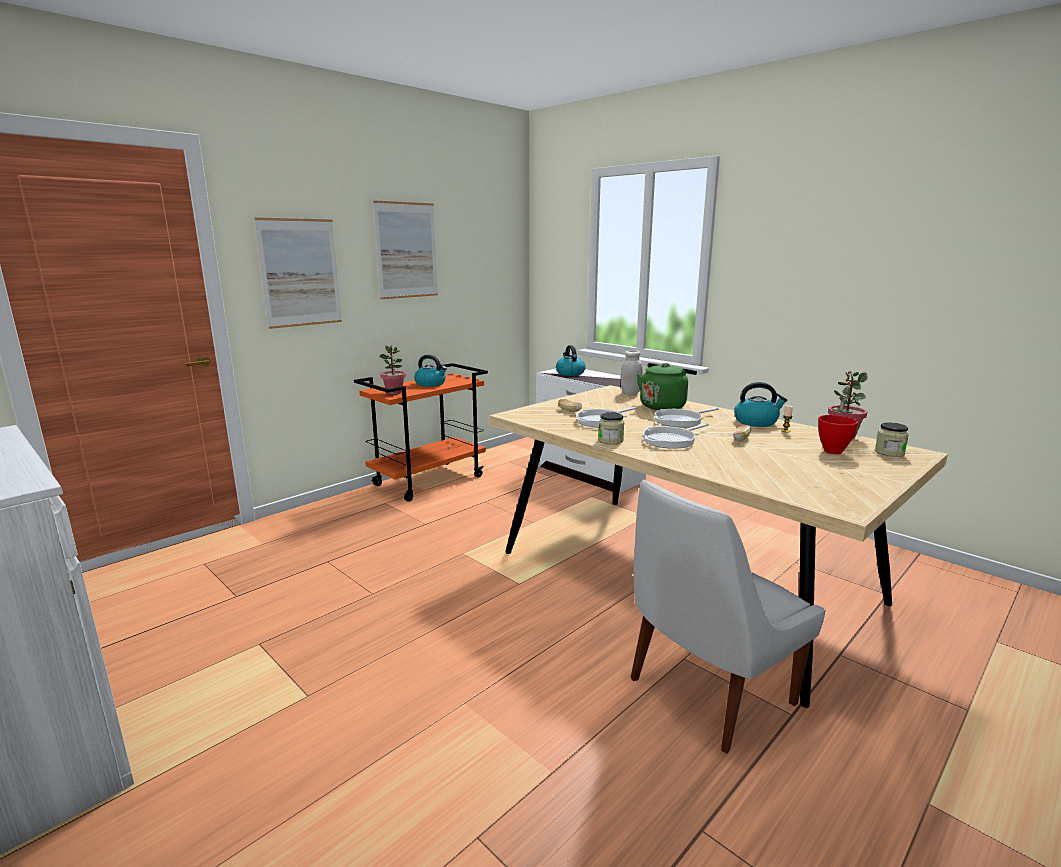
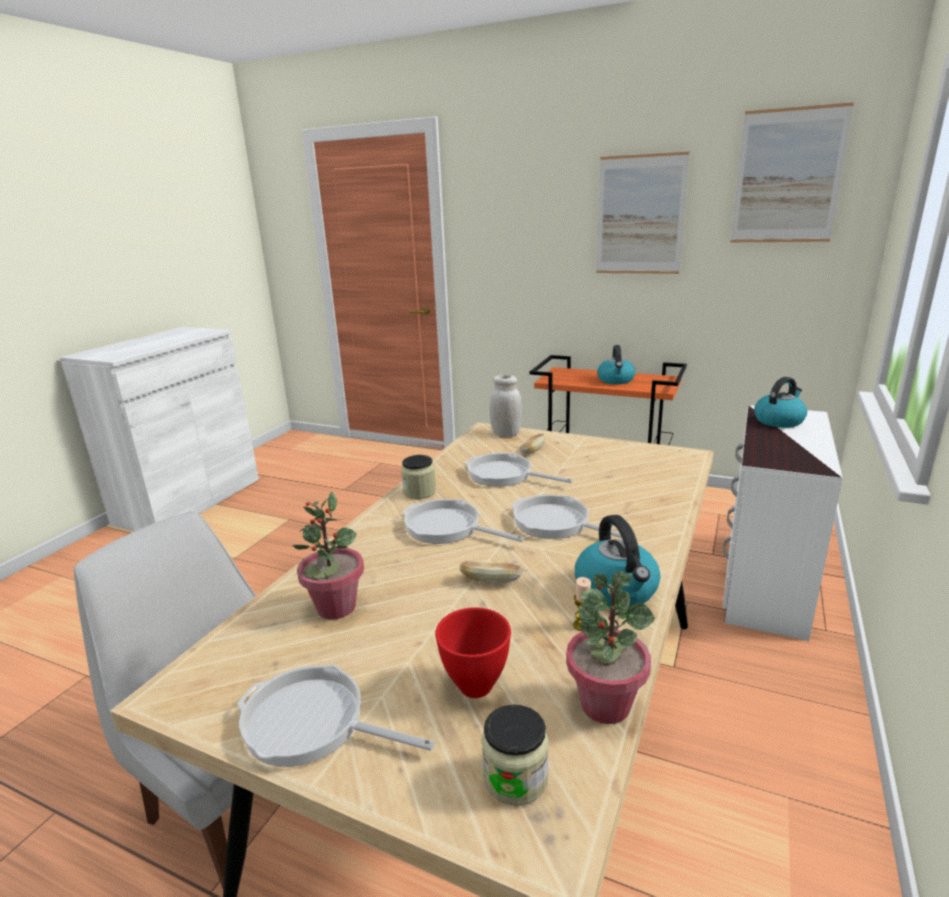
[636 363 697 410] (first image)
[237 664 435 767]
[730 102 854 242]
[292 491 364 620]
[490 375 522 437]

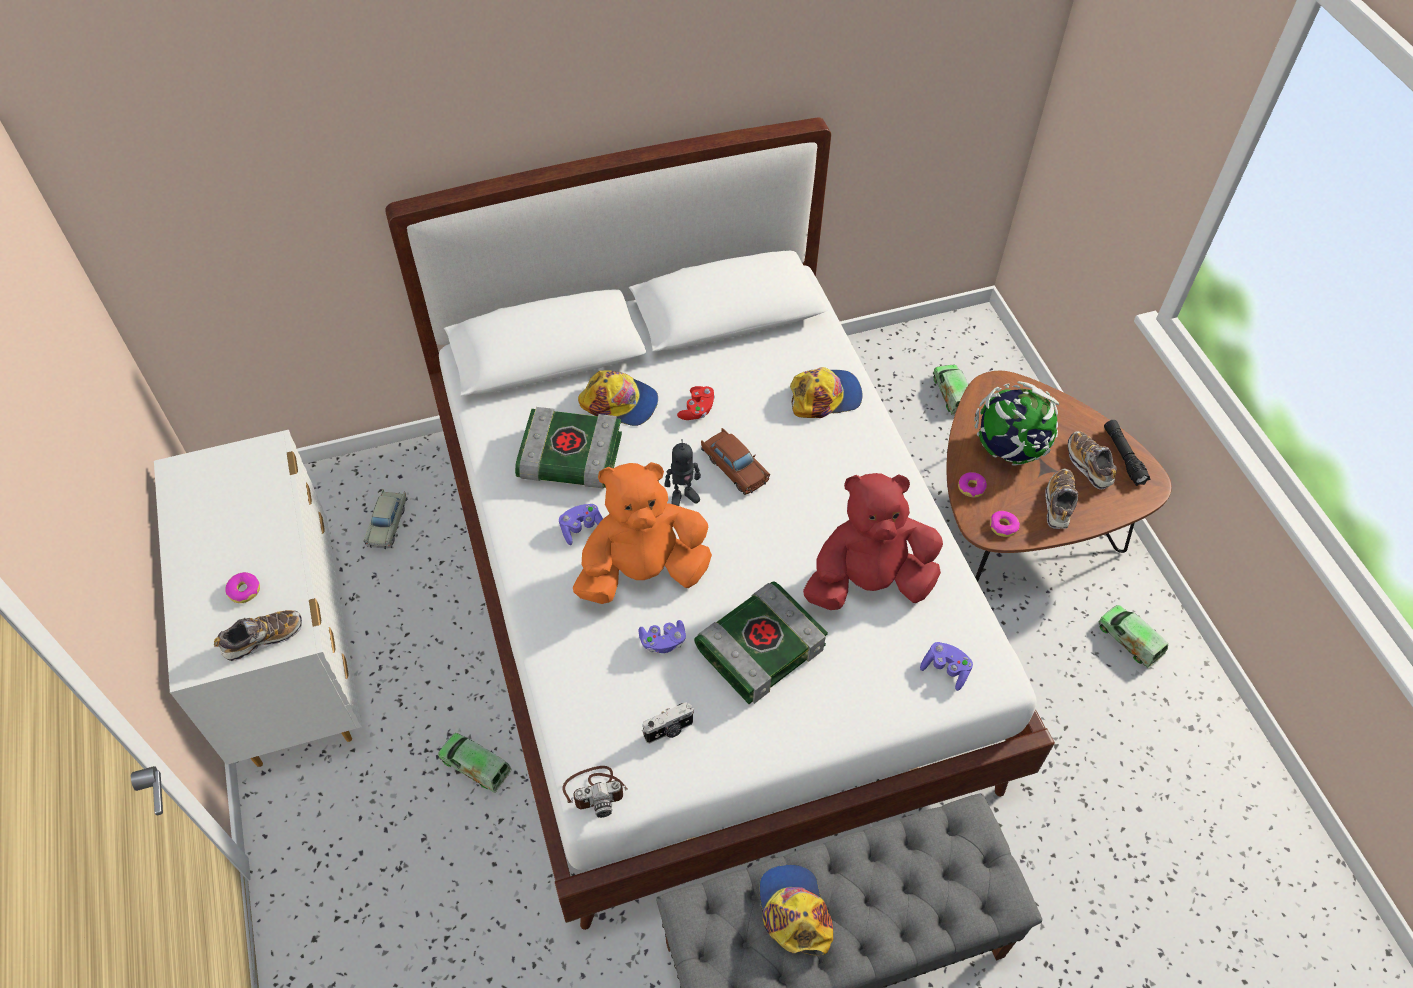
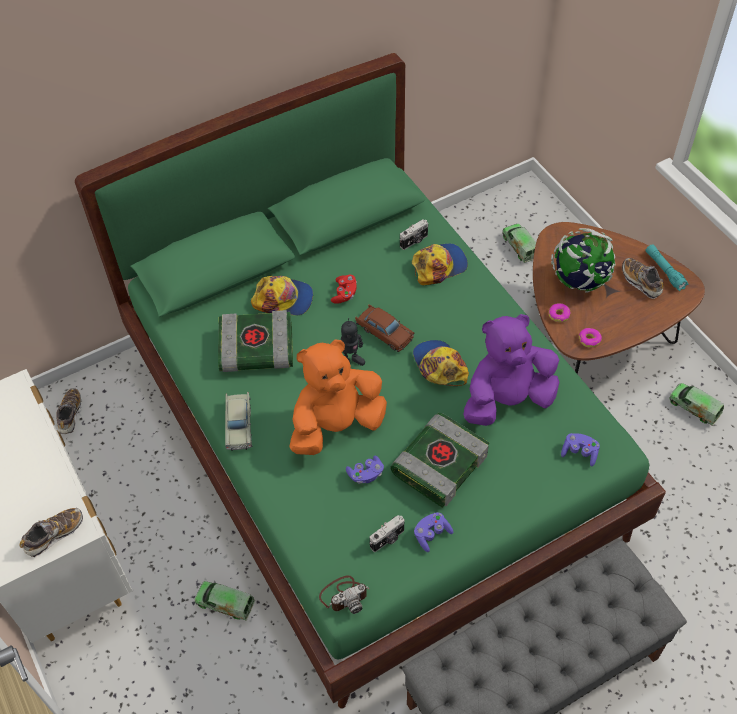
[225 572 260 603] (first image)
[400 219 428 250]
[225 392 252 451]
[414 512 453 552]
[413 340 469 386]
[56 388 81 434]
[75 53 666 708]
[464 314 560 426]
[645 244 688 291]

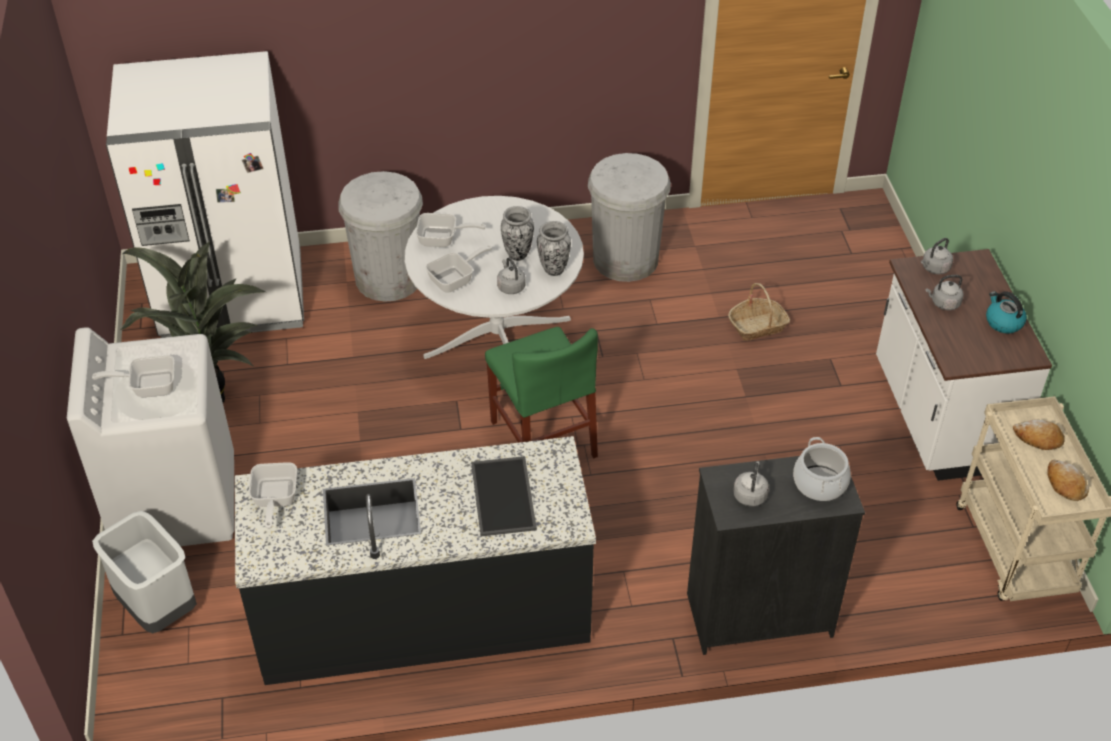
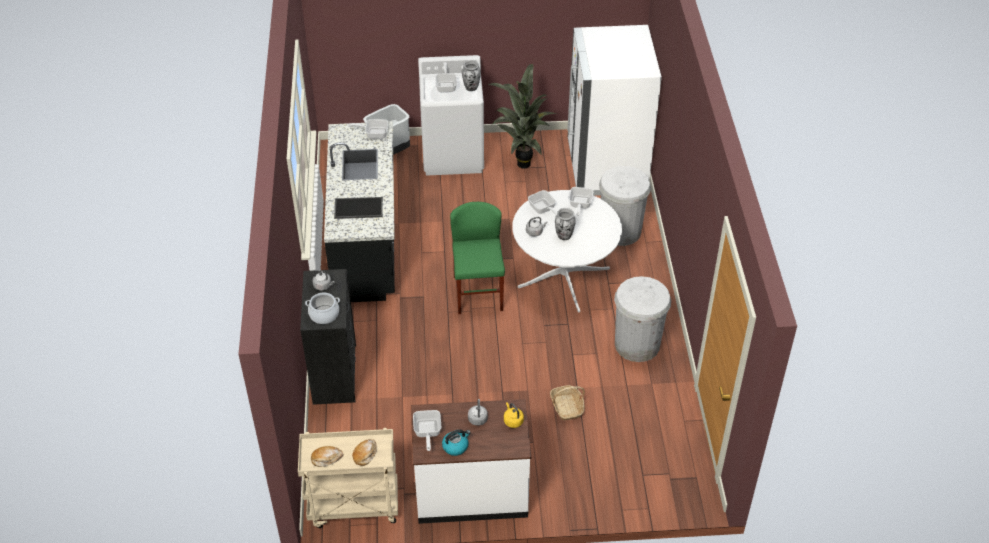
[413 410 441 451]
[462 60 481 91]
[504 402 524 428]
[450 202 505 314]

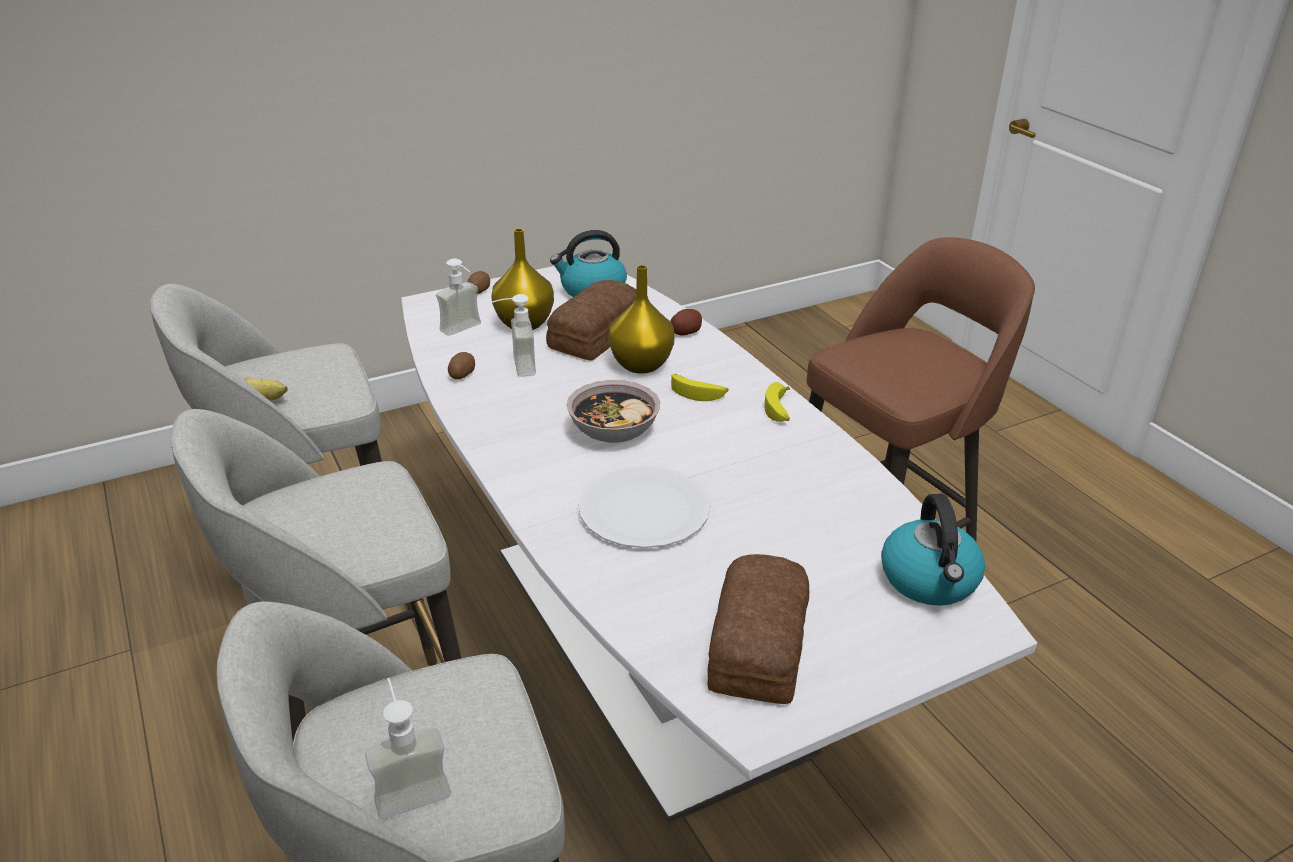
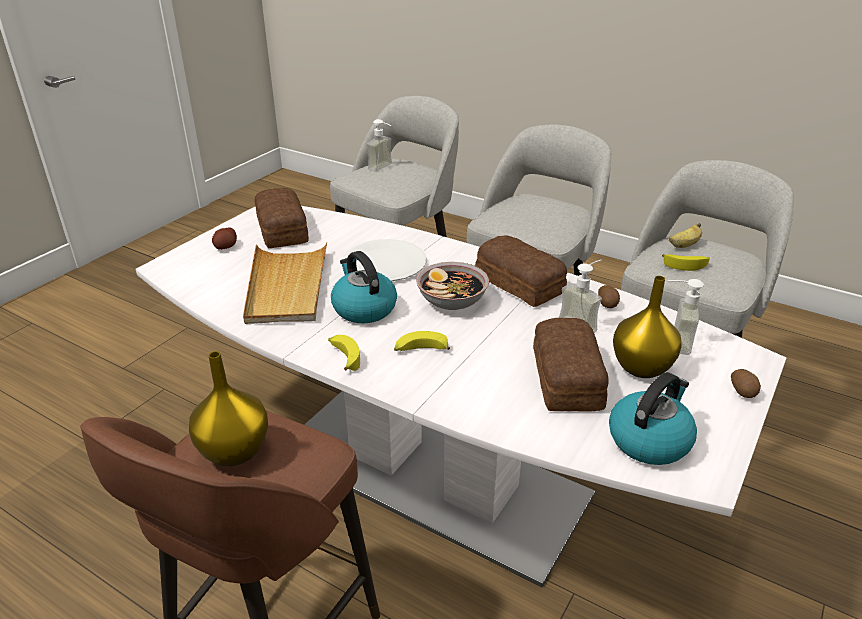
[243 242 327 324]
[475 235 567 307]
[662 254 710 271]
[189 351 268 466]
[212 227 237 250]
[331 251 397 323]

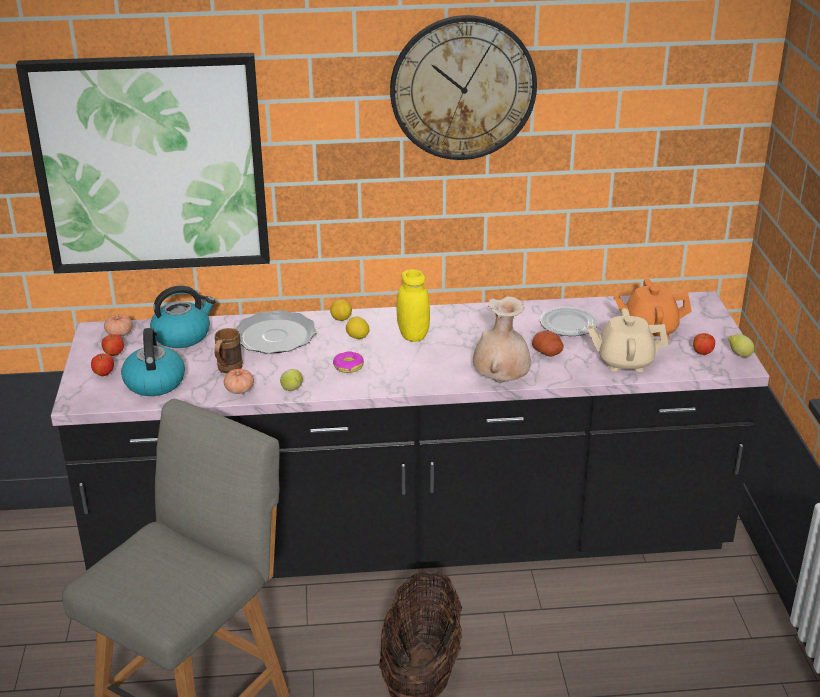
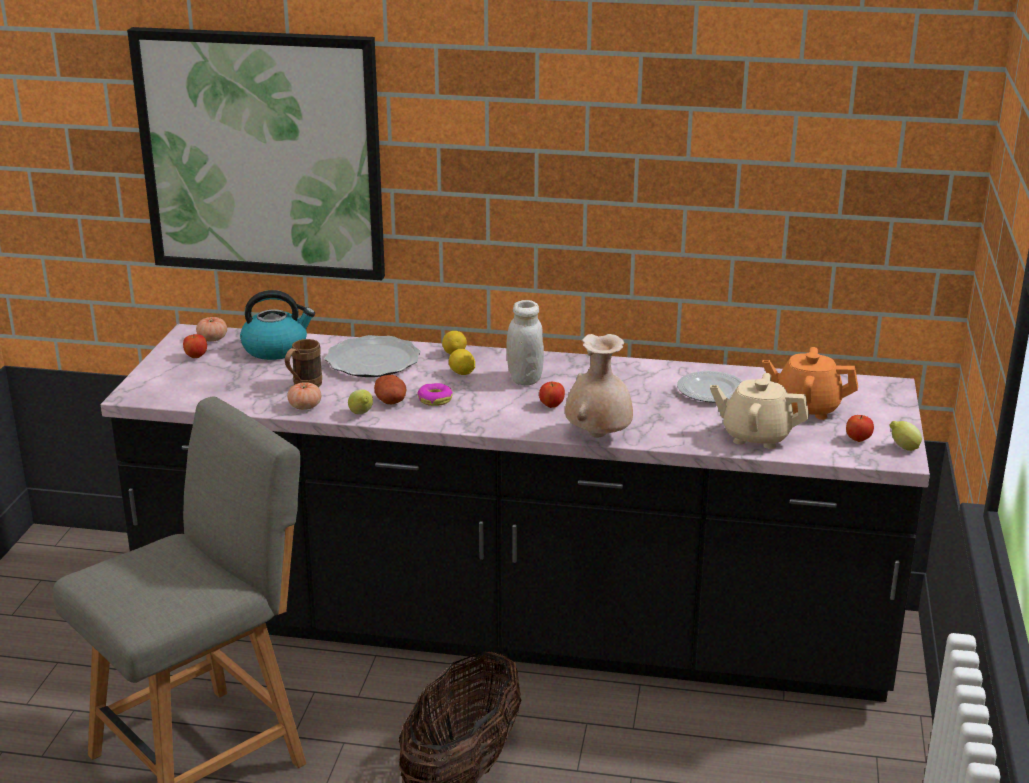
[121 328 185 396] (first image)
[390 15 537 160] (first image)
[539 382 565 408]
[374 375 406 404]
[506 300 544 385]

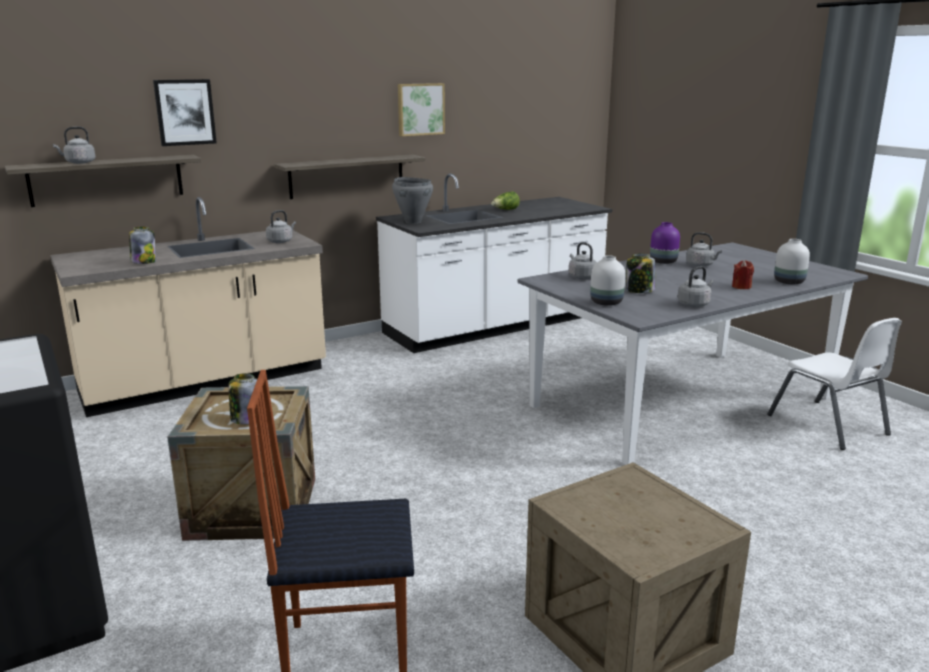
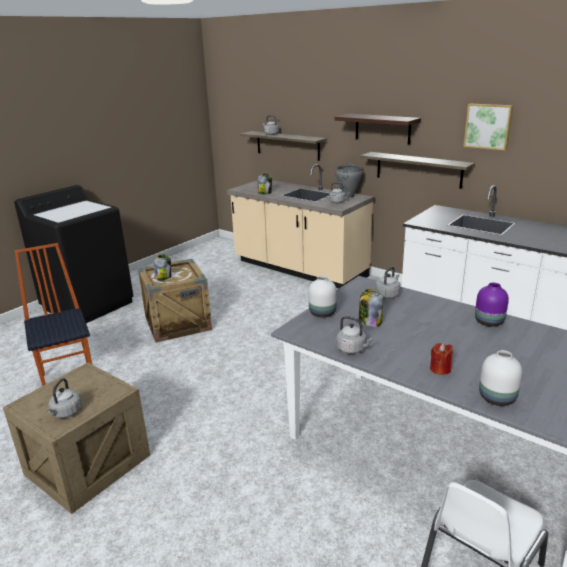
[153 79 217 146] (first image)
[491 191 520 210] (first image)
[334 114 421 144]
[336 164 363 198]
[47 378 82 418]

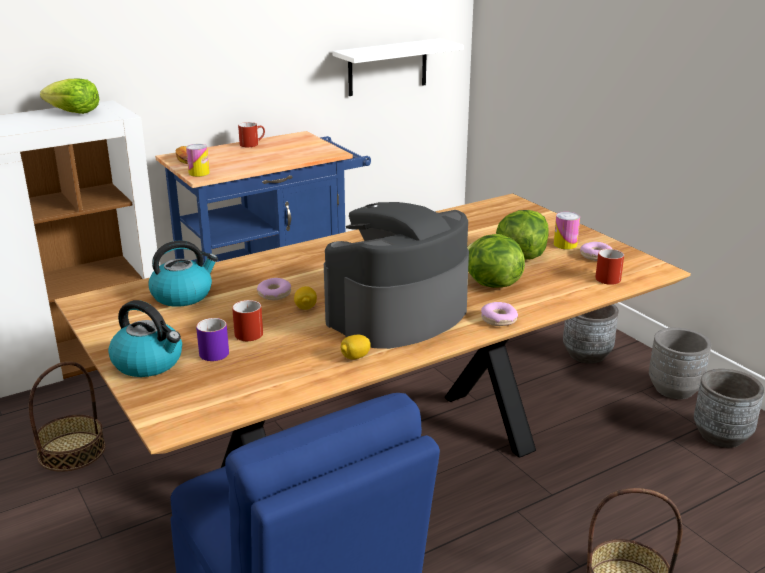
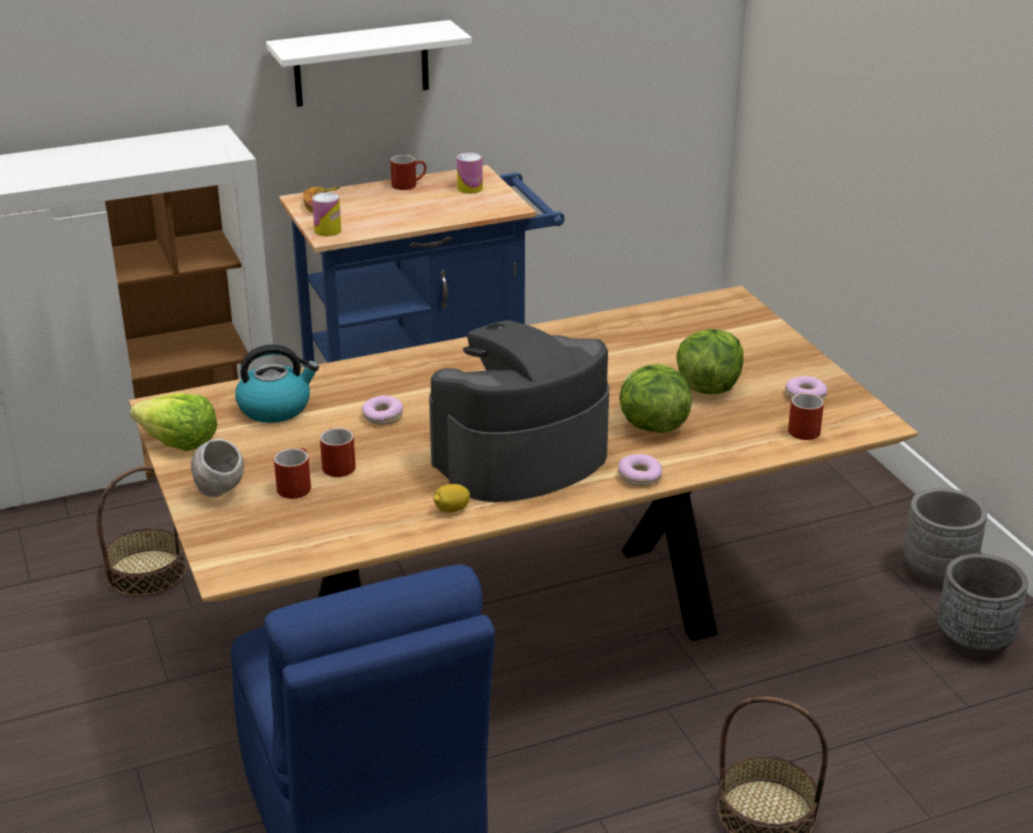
[294 286 317 310] (first image)
[563 304 619 364] (first image)
[130 393 217 451]
[266 20 472 107]
[457 152 483 194]
[191 438 244 497]
[274 448 311 499]

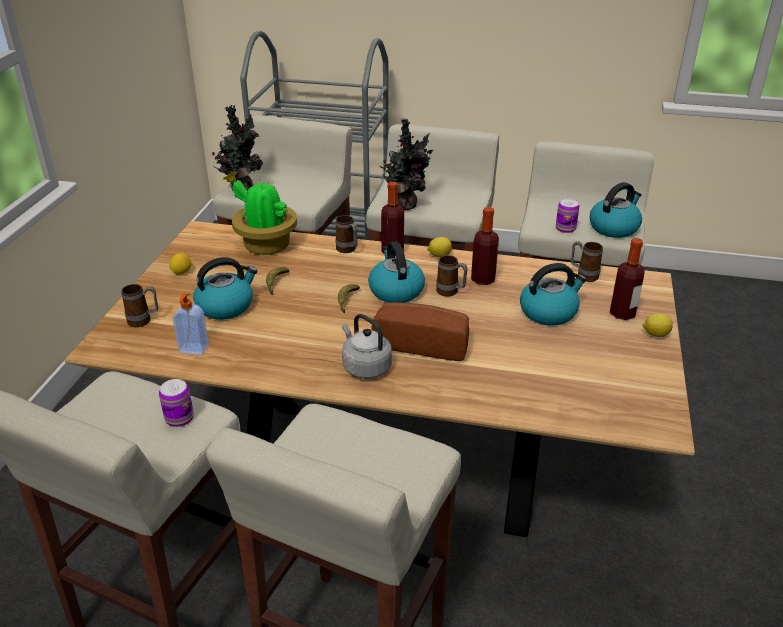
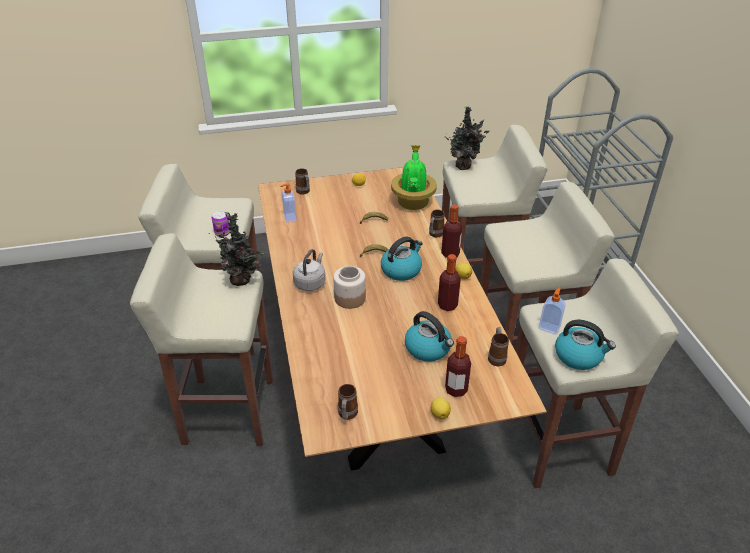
[193 257 257 320] (first image)
[215 212 264 286]
[338 384 358 420]
[333 266 366 309]
[539 288 566 335]

